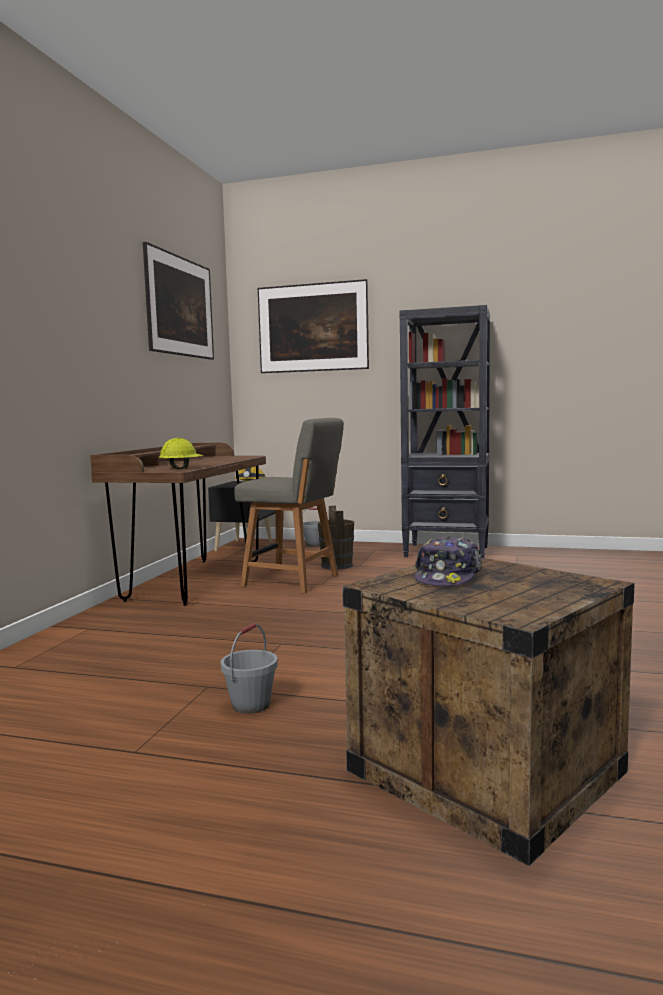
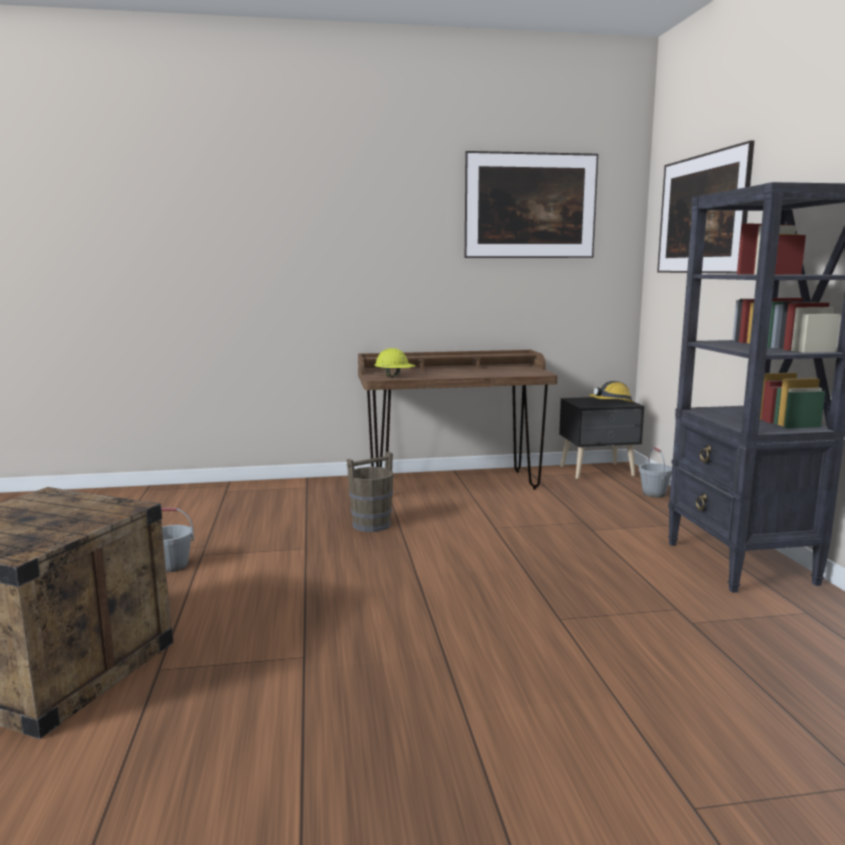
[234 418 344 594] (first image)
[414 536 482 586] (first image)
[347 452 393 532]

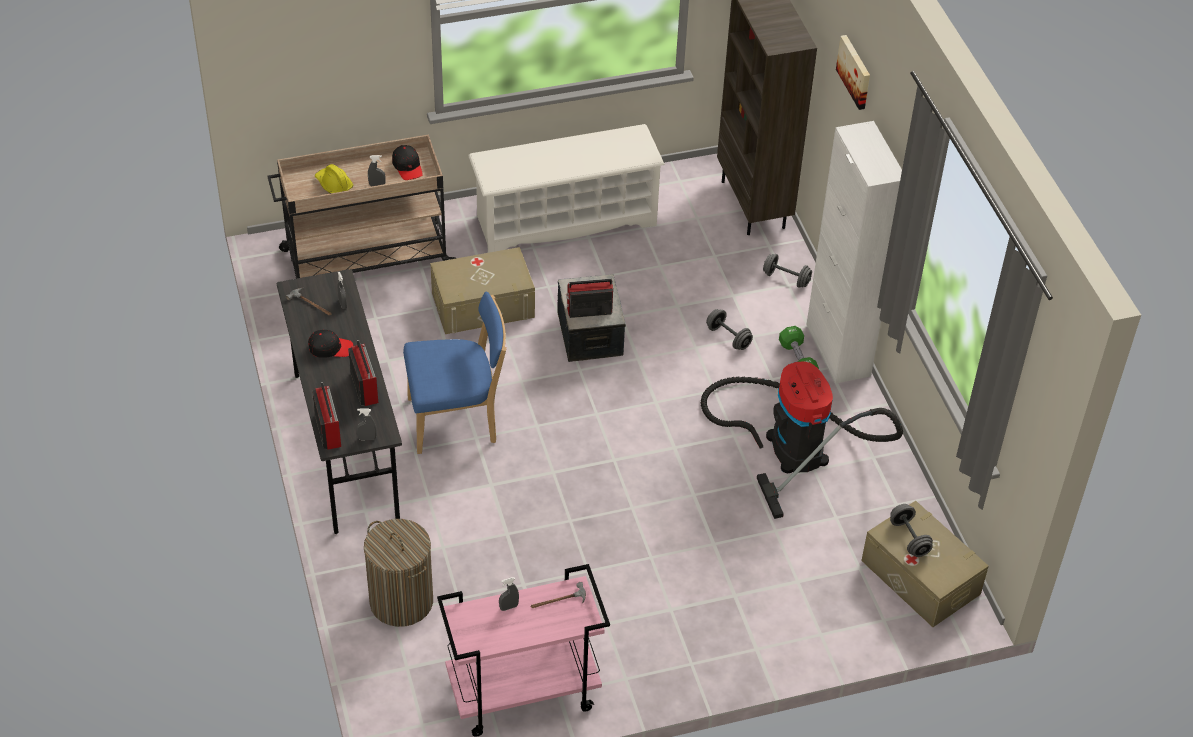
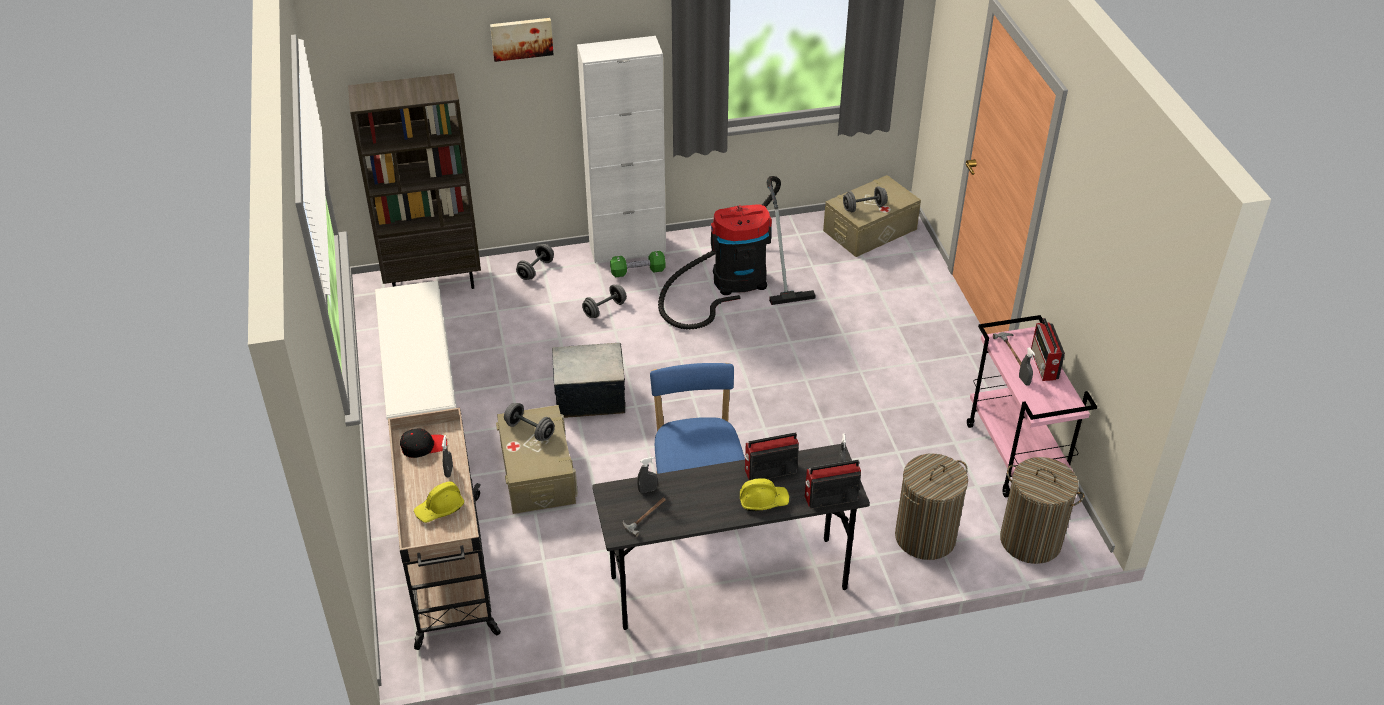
[308 330 354 358] (first image)
[504 403 555 441]
[740 478 789 511]
[1000 457 1085 564]
[1031 318 1065 381]

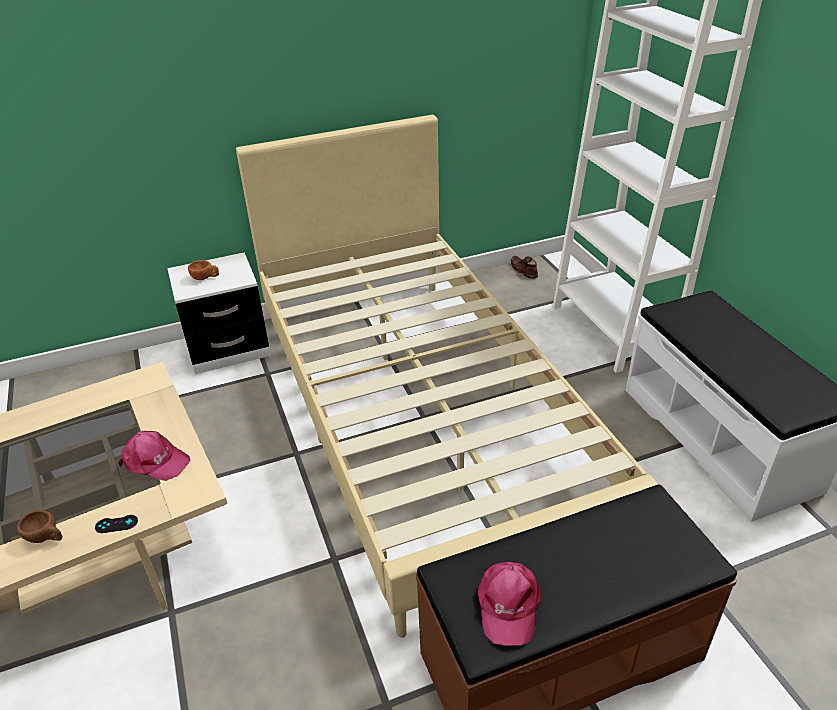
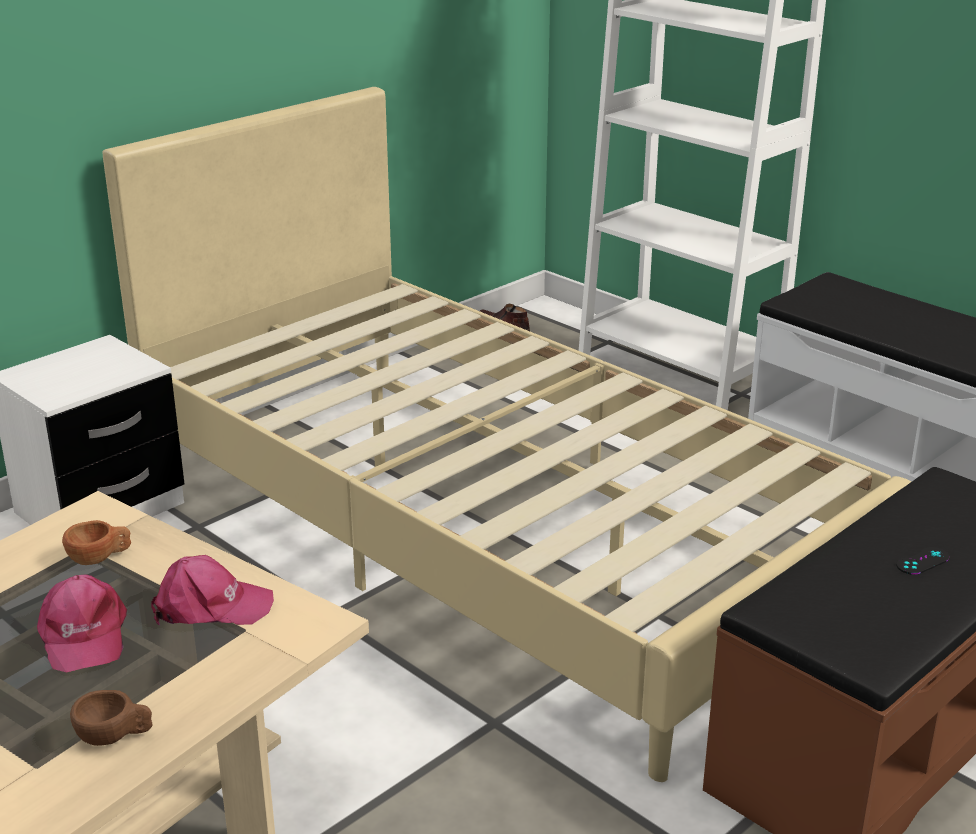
[896 547 949 575]
[62 520 131 565]
[37 574 127 672]

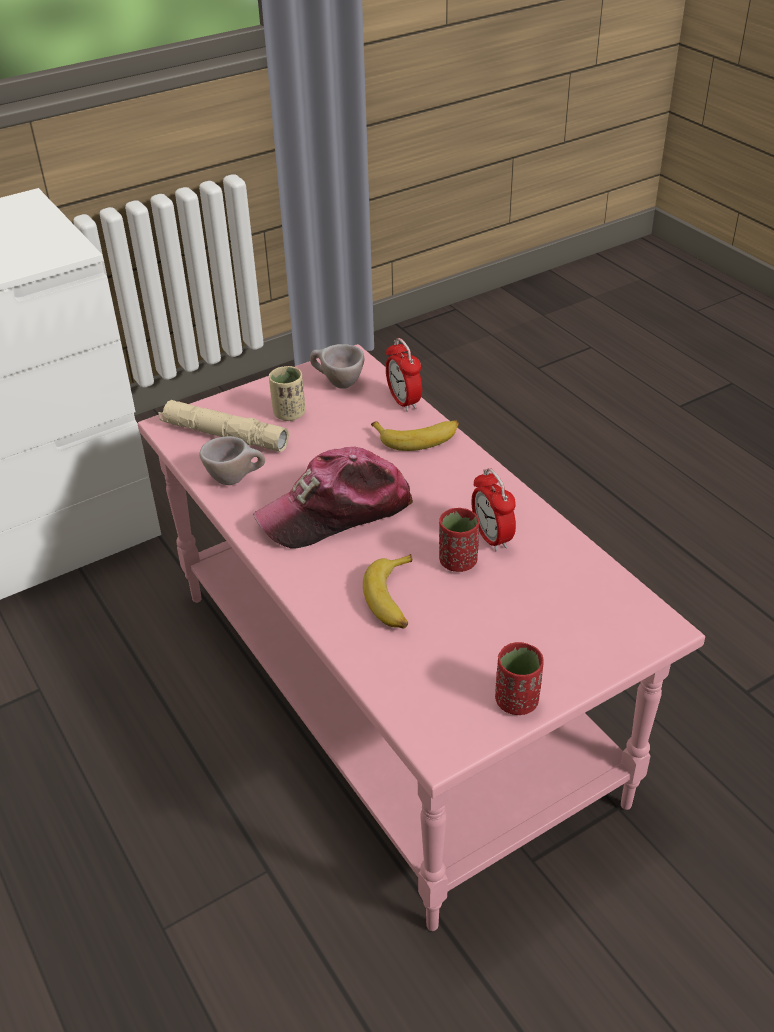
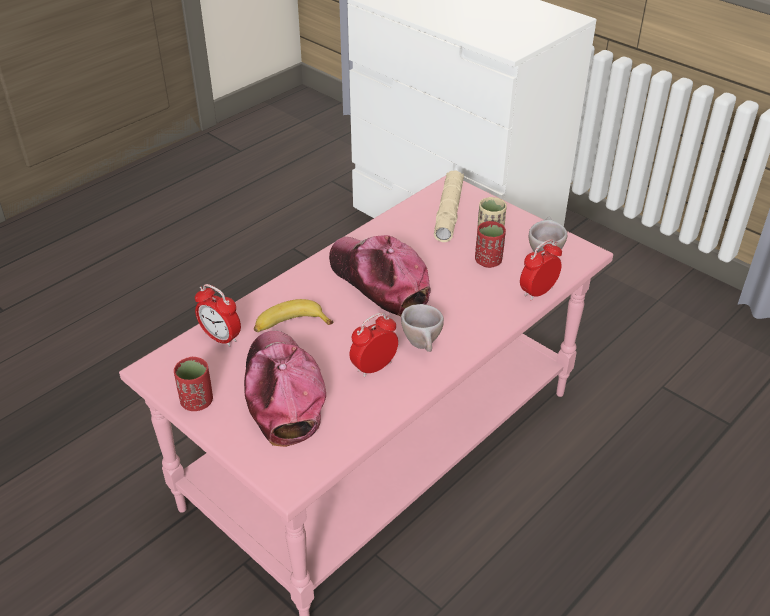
[371 420 459 451] (first image)
[195 284 241 347]
[244 330 326 447]
[401 304 444 352]
[475 221 506 268]

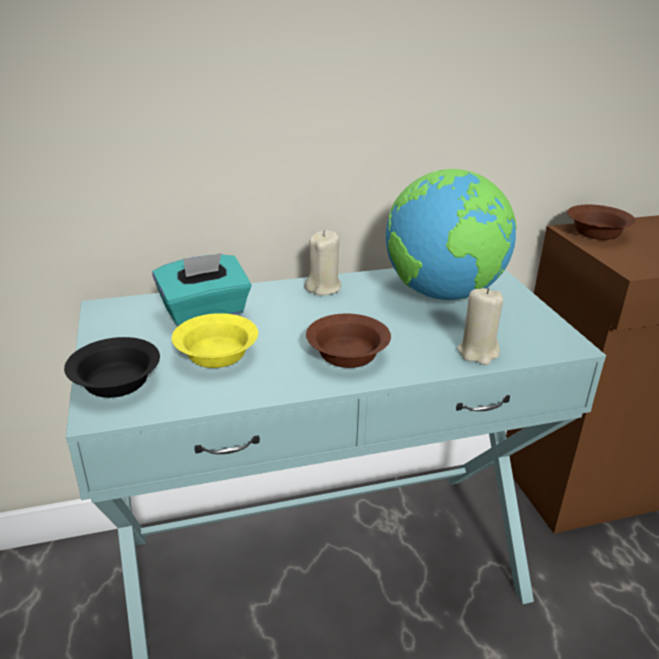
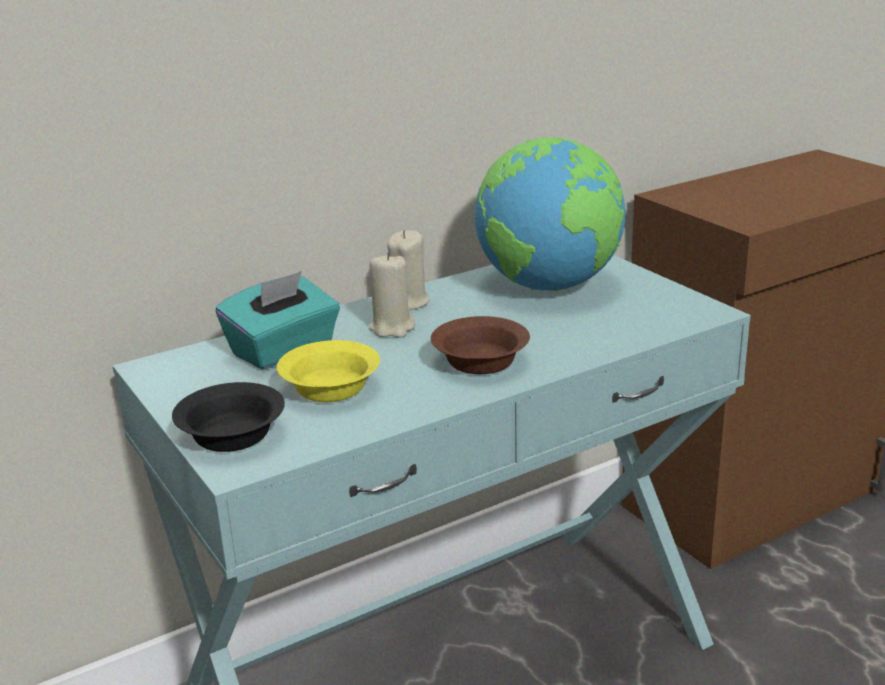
[567 205 636 240] (first image)
[369 253 415 338]

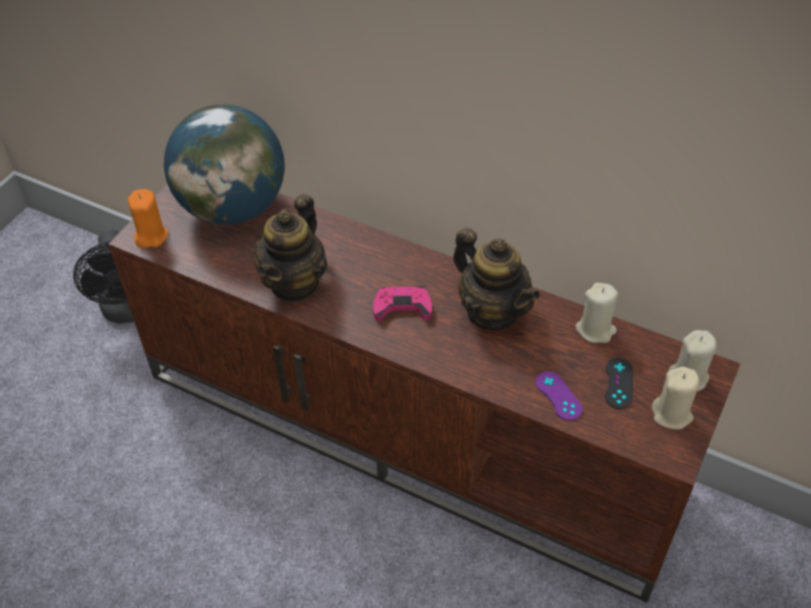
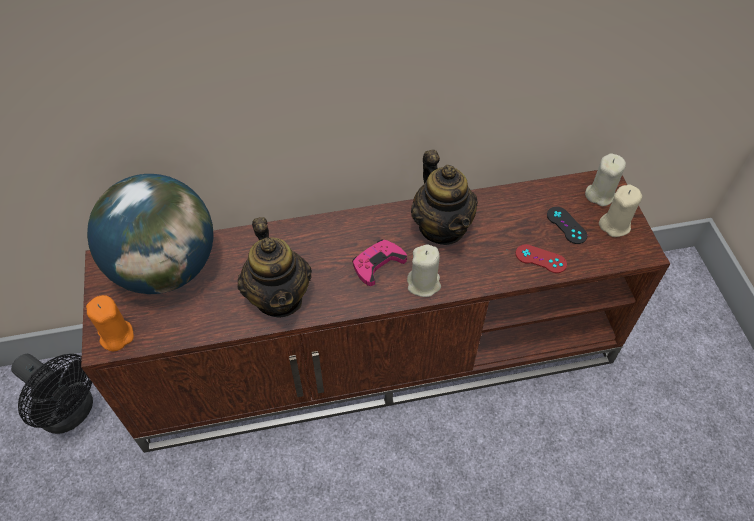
[407 245 441 297]
[516 244 567 273]
[411 150 478 245]

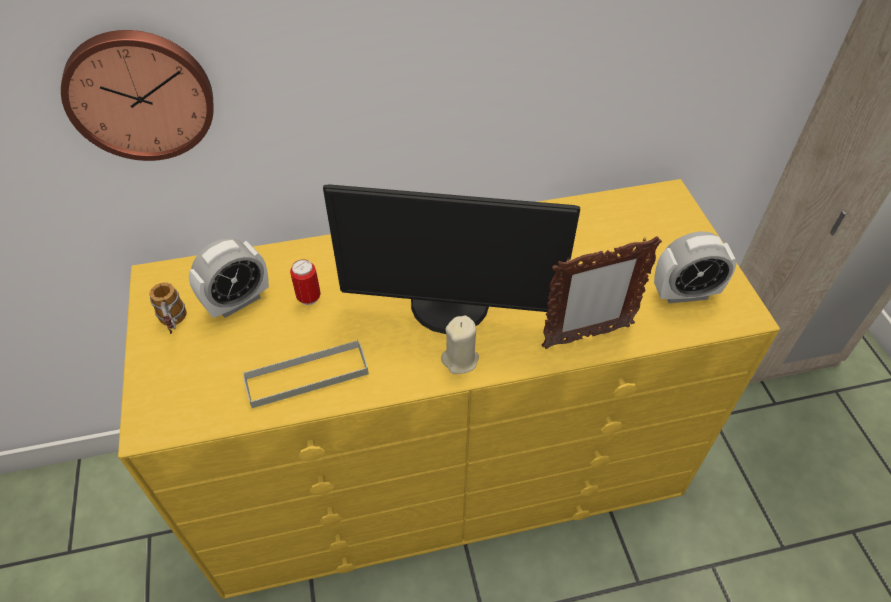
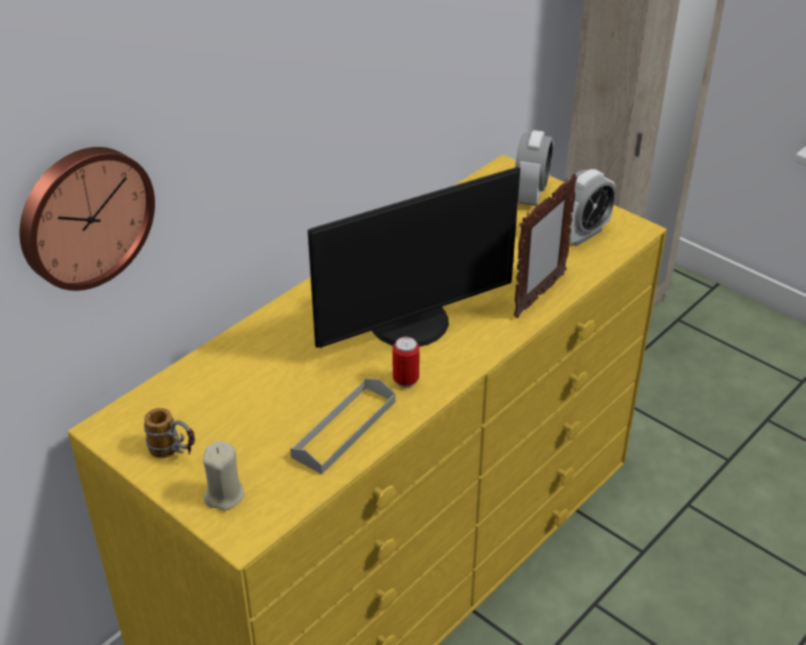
[515 130 553 206]
[392 336 420 388]
[203 441 245 511]

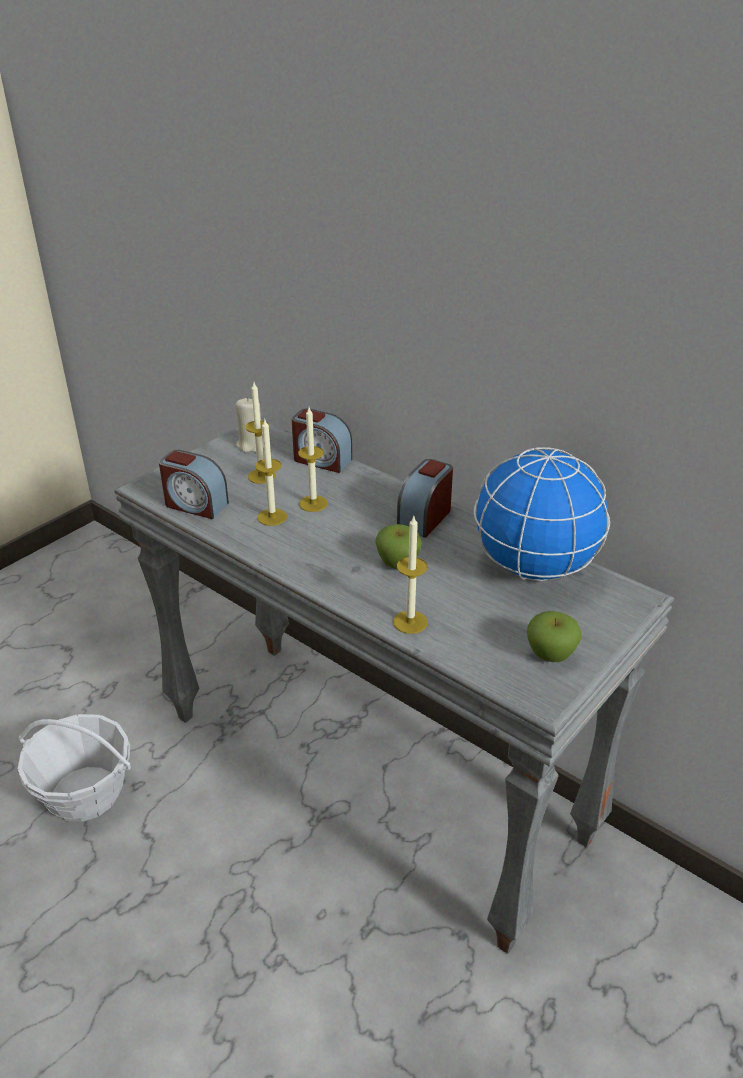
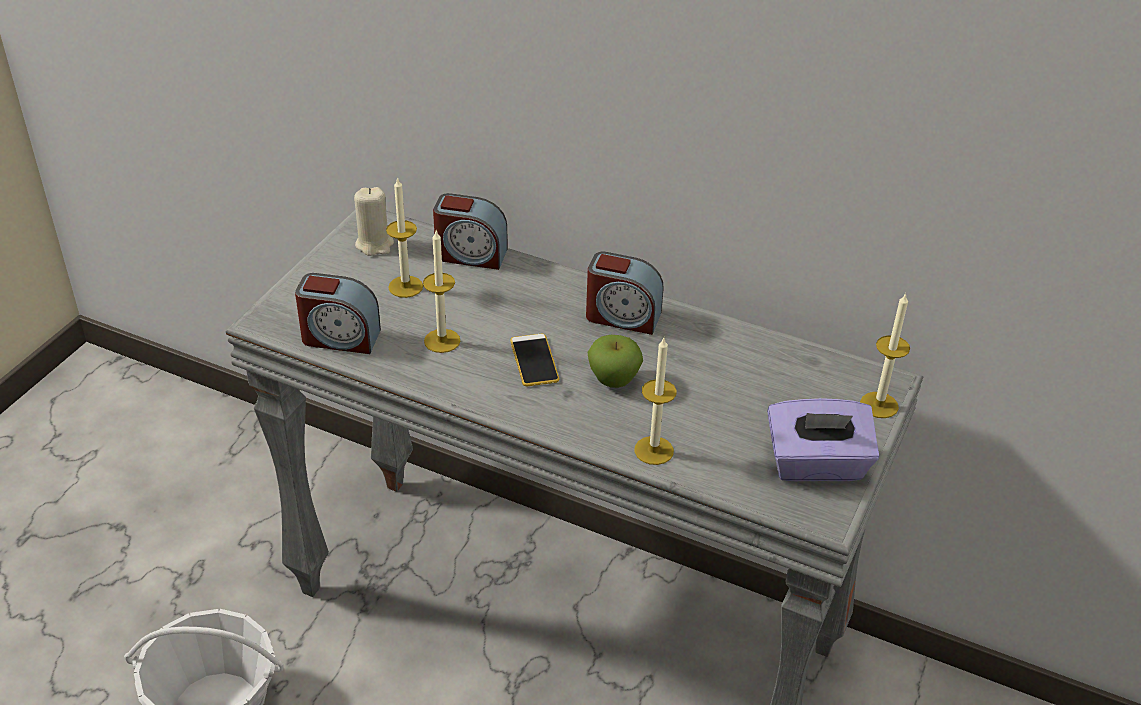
[474 447 610 581] (first image)
[510 334 559 386]
[860 293 910 418]
[767 398 879 481]
[586 252 664 335]

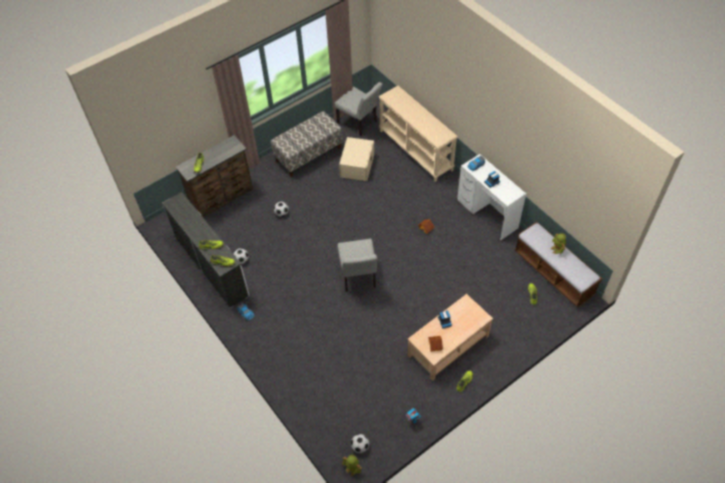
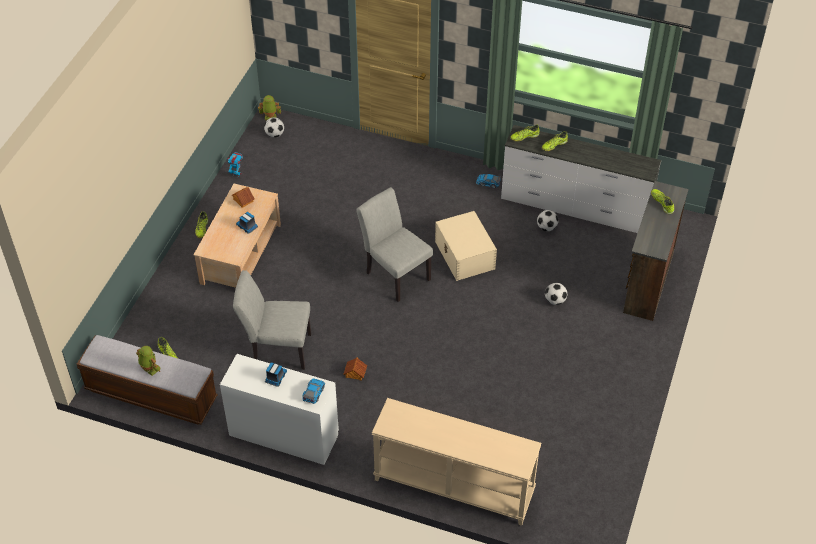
[271 111 343 177] (first image)
[233 270 311 370]
[435 211 497 281]

